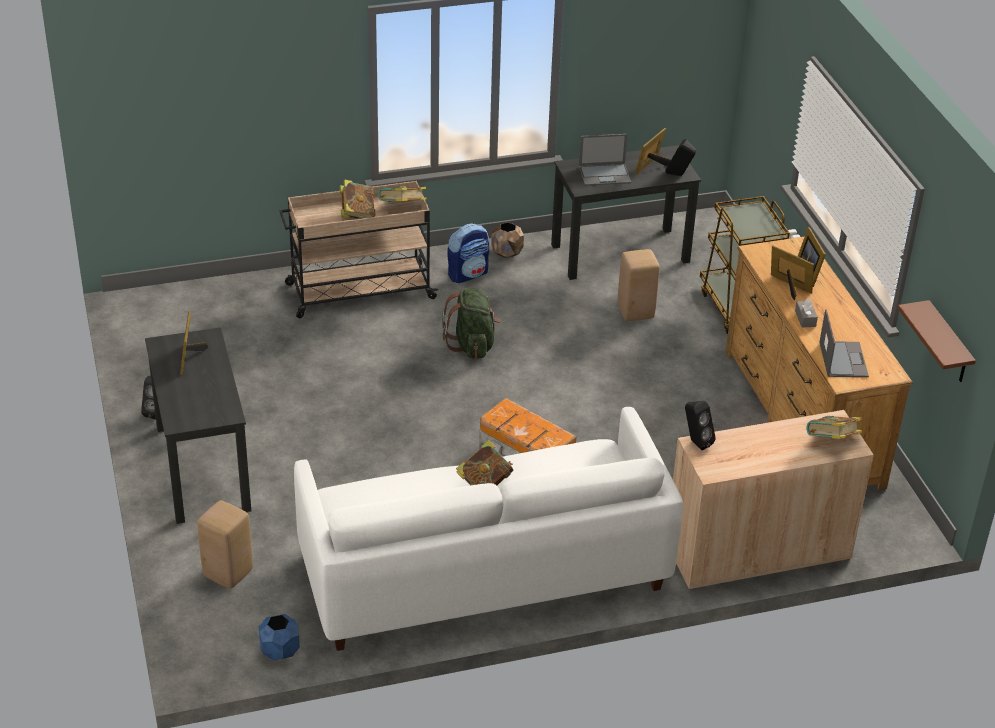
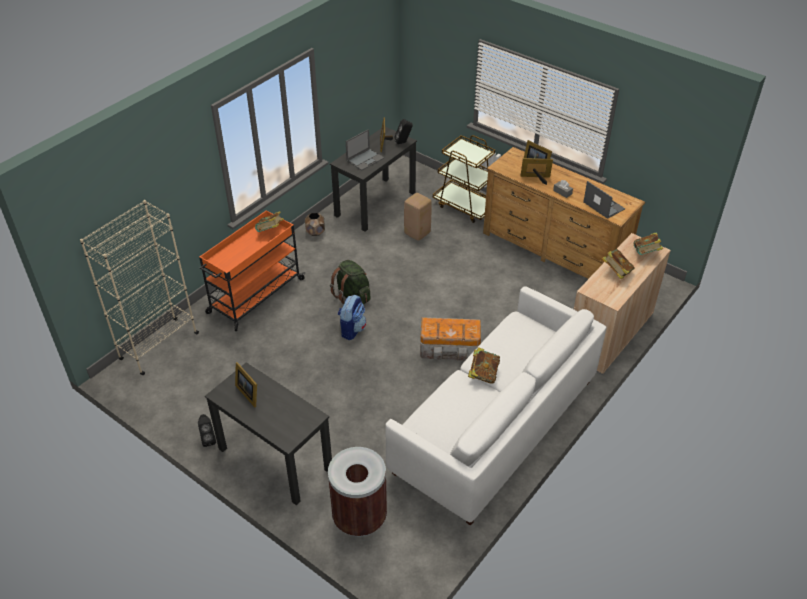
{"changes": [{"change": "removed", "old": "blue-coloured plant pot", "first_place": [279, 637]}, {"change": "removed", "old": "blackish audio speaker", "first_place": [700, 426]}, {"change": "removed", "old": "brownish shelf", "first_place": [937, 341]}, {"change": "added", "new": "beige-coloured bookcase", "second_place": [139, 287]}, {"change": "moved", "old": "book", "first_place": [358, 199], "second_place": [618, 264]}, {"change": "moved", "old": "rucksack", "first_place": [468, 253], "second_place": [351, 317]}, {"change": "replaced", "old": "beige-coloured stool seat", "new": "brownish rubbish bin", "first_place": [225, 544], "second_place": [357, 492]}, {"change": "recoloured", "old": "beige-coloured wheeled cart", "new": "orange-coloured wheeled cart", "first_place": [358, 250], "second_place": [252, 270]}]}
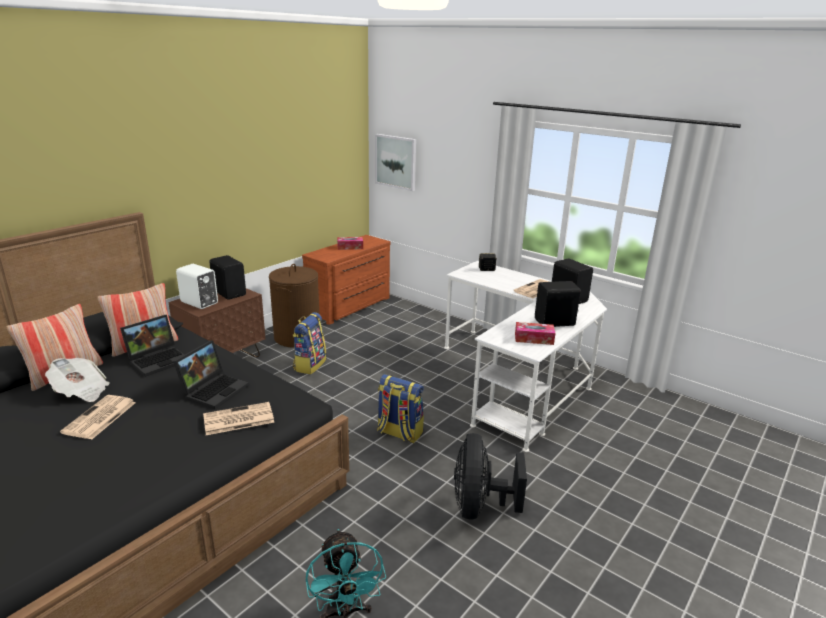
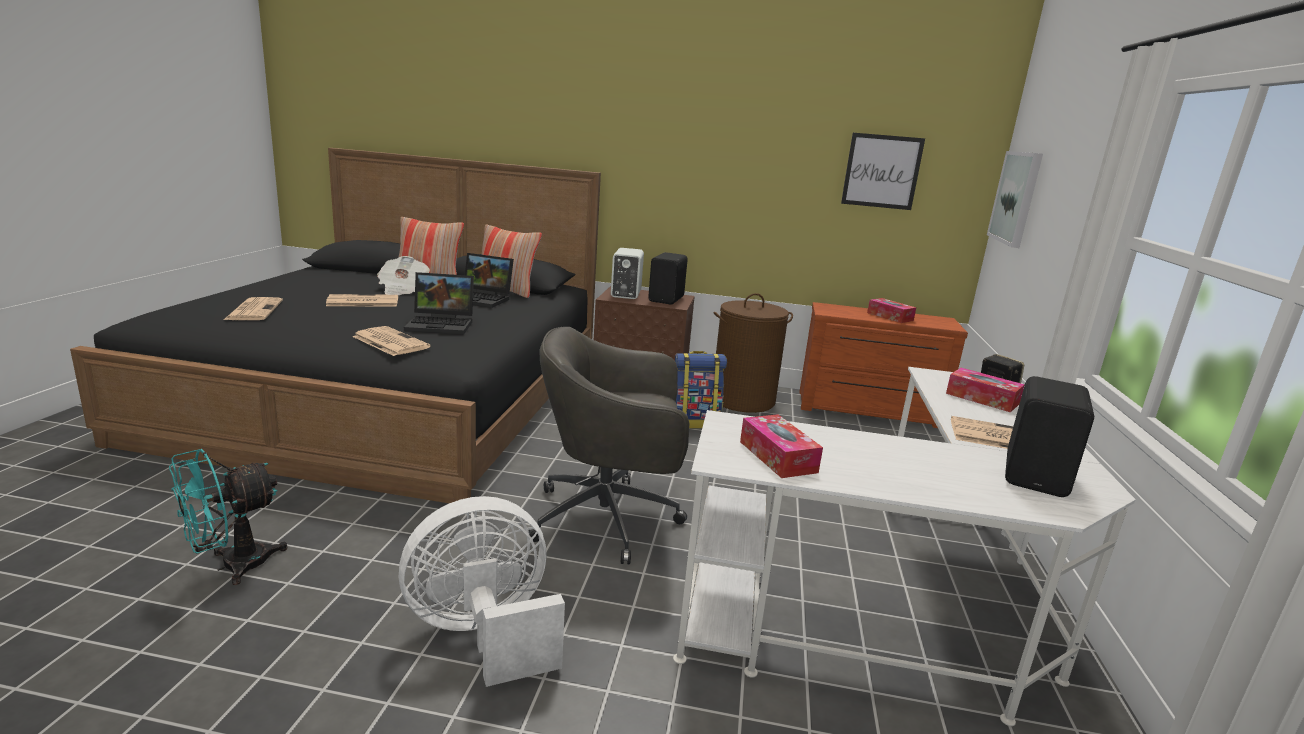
{"changes": [{"change": "removed", "old": "blackish audio speaker", "first_place": [558, 304]}, {"change": "added", "new": "newspaper", "second_place": [253, 308]}, {"change": "added", "new": "wall picture", "second_place": [883, 171]}, {"change": "added", "new": "tissue holder", "second_place": [985, 390]}, {"change": "replaced", "old": "rucksack", "new": "grey office chair", "first_place": [400, 408], "second_place": [609, 445]}, {"change": "recoloured", "old": "blackish fan", "new": "whitish fan", "first_place": [490, 476], "second_place": [482, 591]}]}
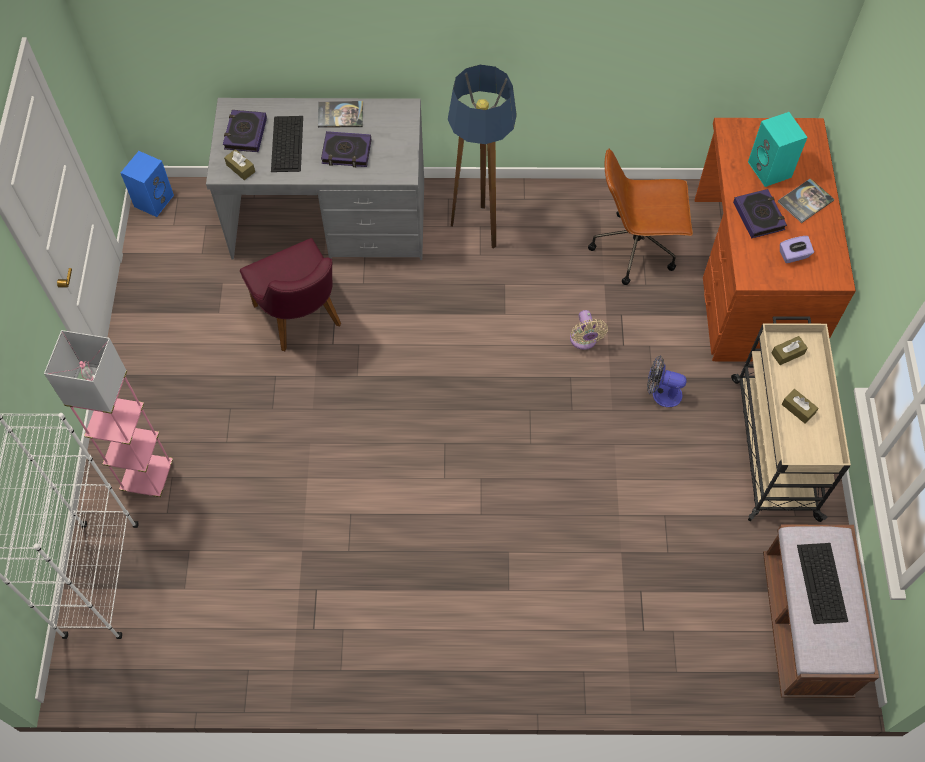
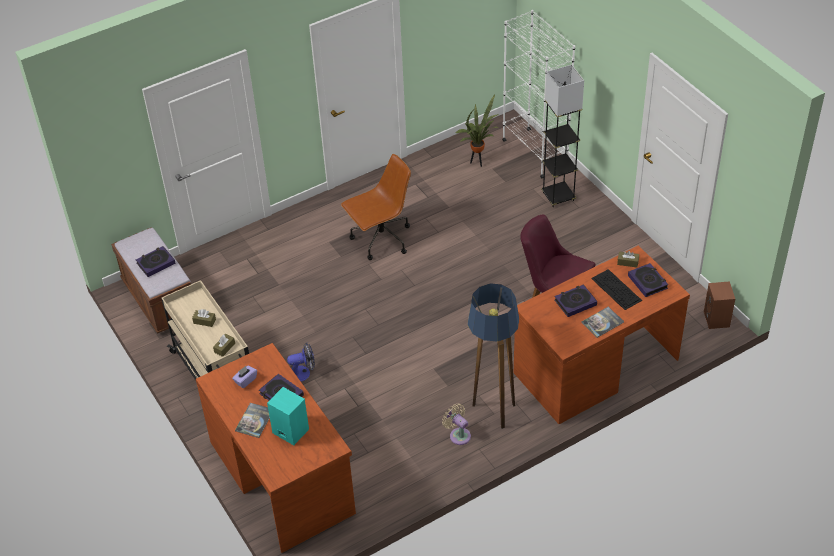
{"changes": [{"change": "added", "new": "plant in a pot", "second_place": [477, 131]}, {"change": "moved", "old": "beige-coloured fan", "first_place": [589, 330], "second_place": [456, 424]}, {"change": "moved", "old": "brownish office chair", "first_place": [640, 216], "second_place": [376, 207]}, {"change": "replaced", "old": "PC keyboard", "new": "book", "first_place": [822, 583], "second_place": [155, 261]}, {"change": "recoloured", "old": "pink-coloured standard lamp", "new": "grey standard lamp", "first_place": [108, 413], "second_place": [562, 136]}, {"change": "recoloured", "old": "blue-coloured audio speaker", "new": "brownish audio speaker", "first_place": [147, 184], "second_place": [719, 305]}, {"change": "recoloured", "old": "grey desk table", "new": "brownish desk table", "first_place": [315, 179], "second_place": [602, 335]}]}
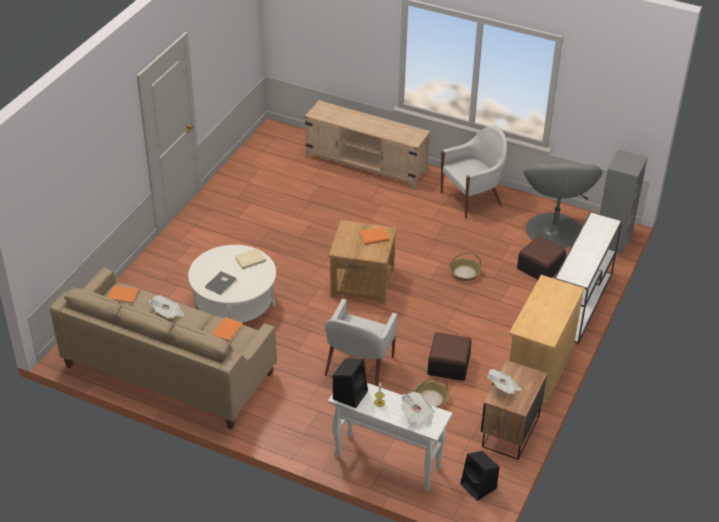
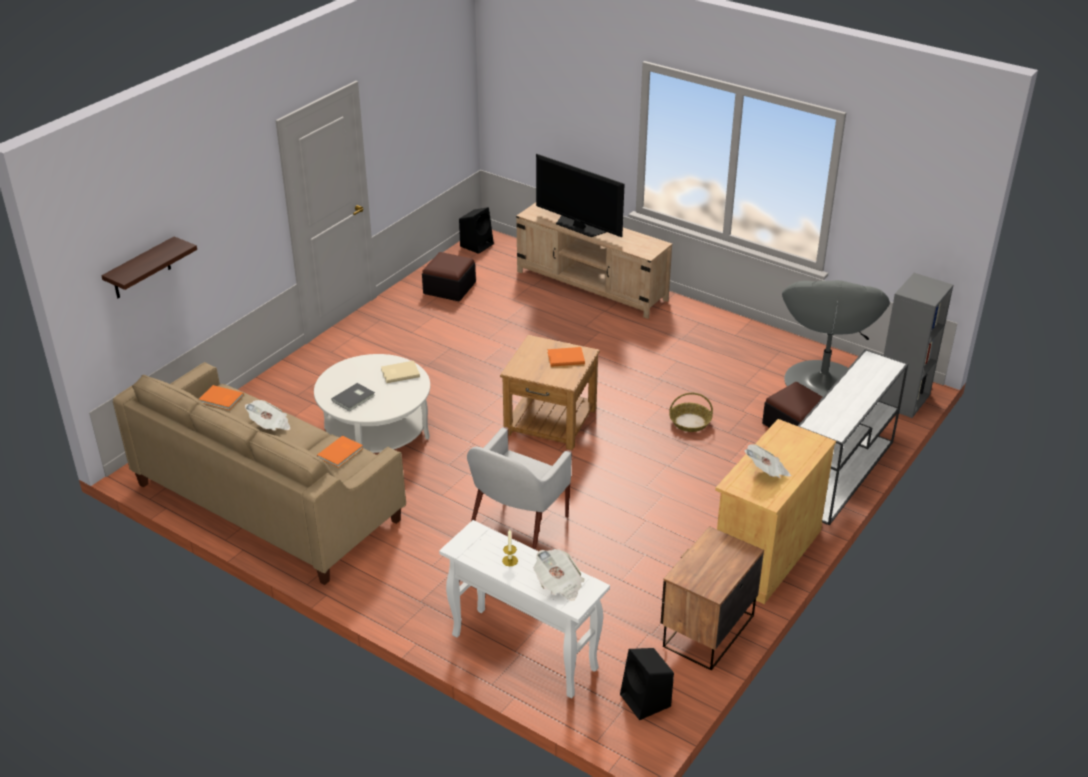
{"changes": [{"change": "removed", "old": "storage basket", "first_place": [431, 392]}, {"change": "removed", "old": "whitish lounge chair", "first_place": [474, 172]}, {"change": "added", "new": "shelf", "second_place": [149, 267]}, {"change": "added", "new": "TV", "second_place": [580, 195]}, {"change": "moved", "old": "blackish audio speaker", "first_place": [350, 383], "second_place": [476, 230]}, {"change": "moved", "old": "footrest", "first_place": [449, 356], "second_place": [449, 276]}, {"change": "moved", "old": "newspaper", "first_place": [504, 381], "second_place": [767, 461]}]}
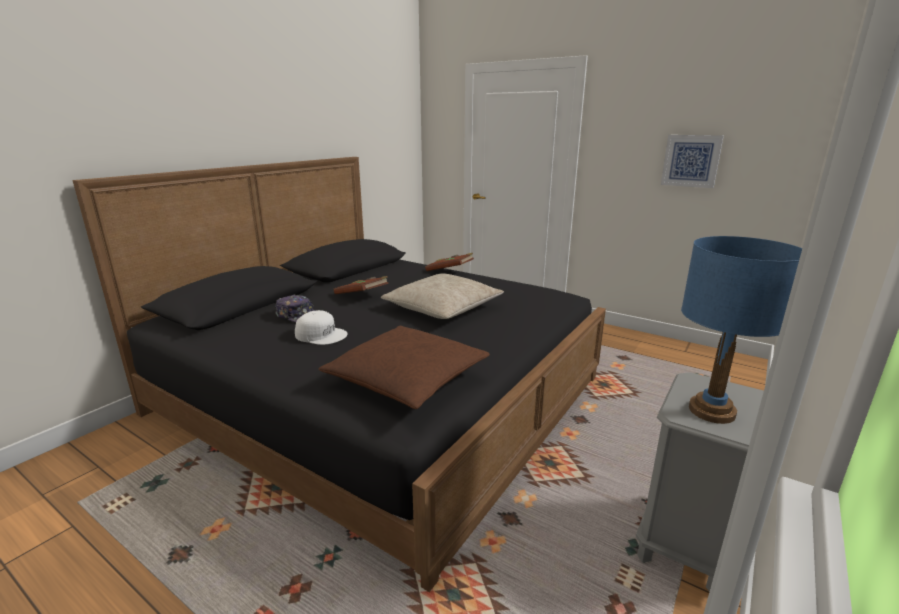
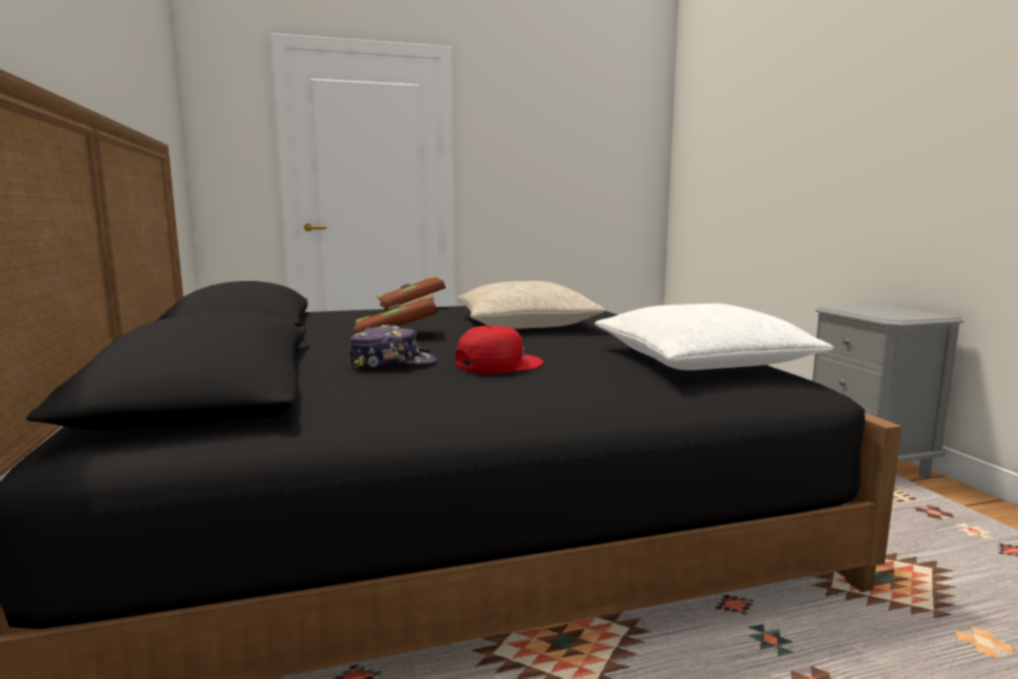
{"changes": [{"change": "removed", "old": "wall picture", "first_place": [692, 161]}, {"change": "removed", "old": "blue-coloured table lamp", "first_place": [741, 330]}, {"change": "recoloured", "old": "whitish cap", "new": "red cap", "first_place": [321, 327], "second_place": [499, 350]}, {"change": "recoloured", "old": "brownish throw pillow", "new": "whitish throw pillow", "first_place": [404, 367], "second_place": [714, 336]}]}
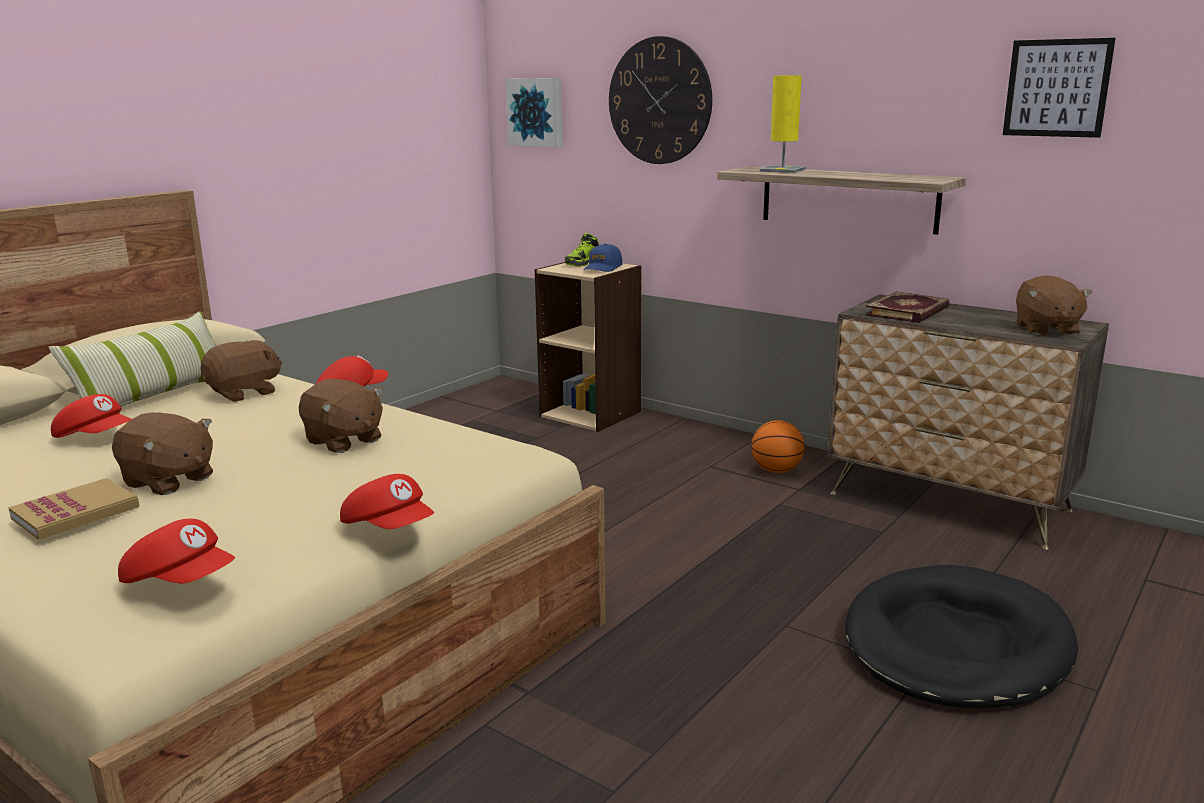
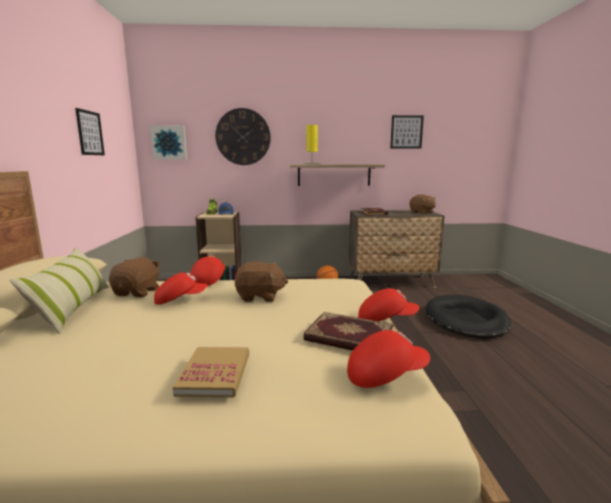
{"changes": [{"change": "removed", "old": "brownish cuddly toy", "first_place": [162, 453]}, {"change": "added", "new": "wall picture", "second_place": [90, 131]}, {"change": "added", "new": "book", "second_place": [348, 331]}, {"change": "moved", "old": "red cap", "first_place": [91, 416], "second_place": [181, 289]}]}
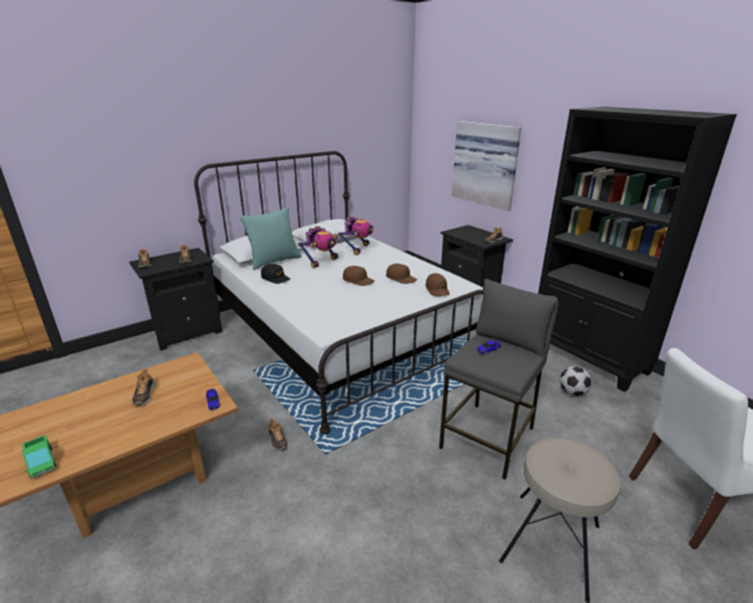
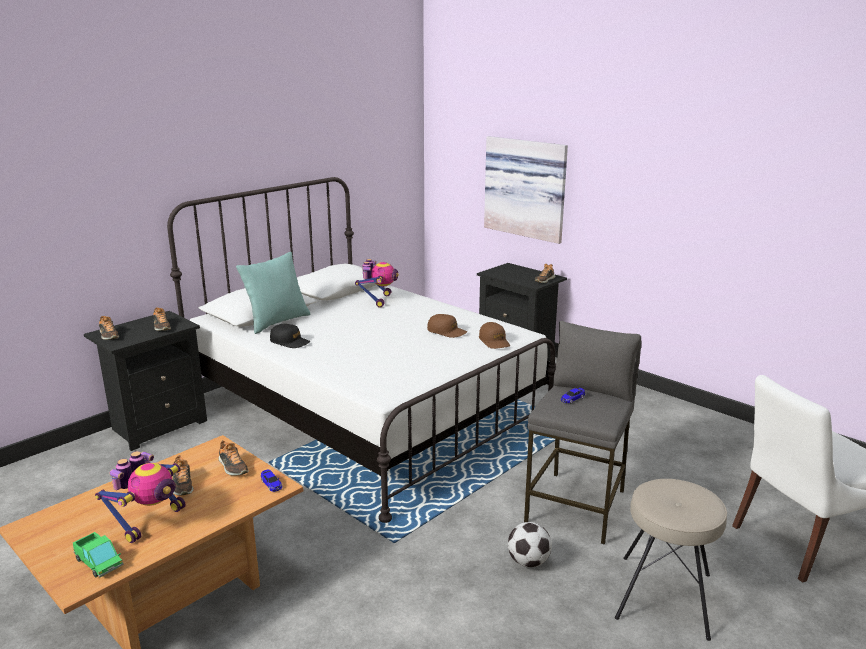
{"changes": [{"change": "removed", "old": "brownish cap", "first_place": [359, 276]}, {"change": "removed", "old": "blackish bookcase", "first_place": [637, 249]}, {"change": "moved", "old": "item of footwear", "first_place": [278, 434], "second_place": [234, 458]}, {"change": "moved", "old": "robot figure", "first_place": [318, 247], "second_place": [140, 497]}, {"change": "moved", "old": "ball for football", "first_place": [576, 381], "second_place": [530, 544]}]}
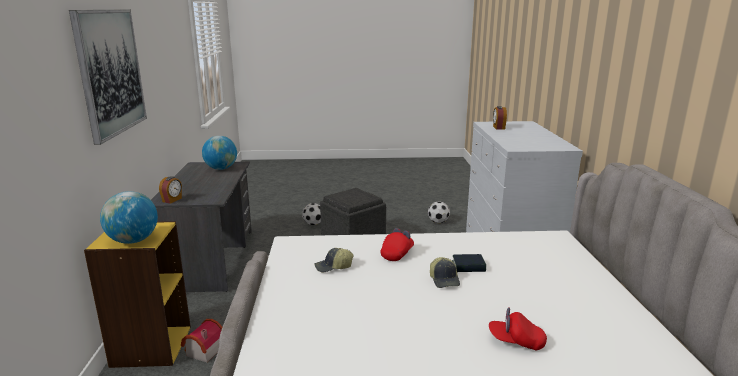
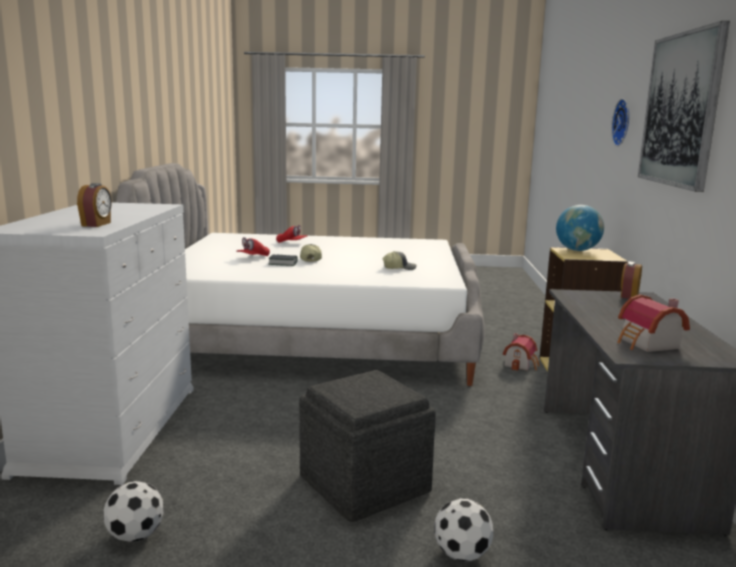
{"changes": [{"change": "added", "new": "hanging clock", "second_place": [620, 122]}, {"change": "moved", "old": "red cap", "first_place": [397, 244], "second_place": [253, 246]}, {"change": "replaced", "old": "globe", "new": "toy house", "first_place": [219, 153], "second_place": [653, 323]}]}
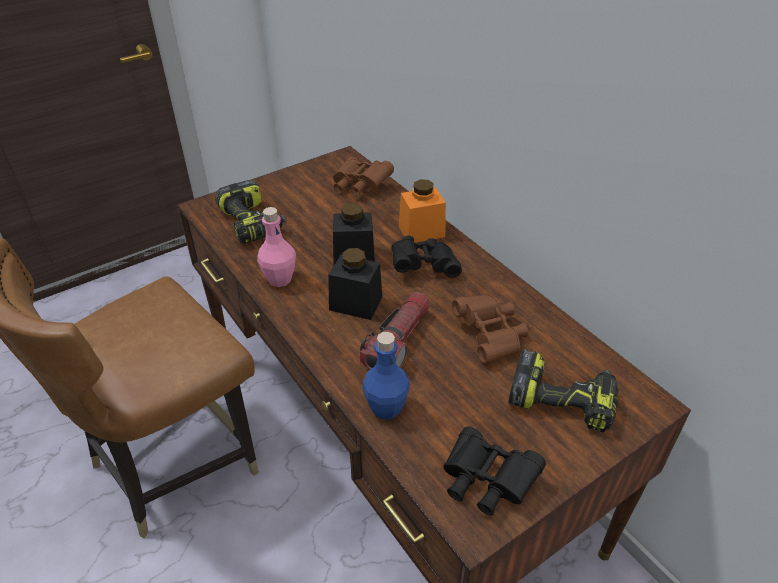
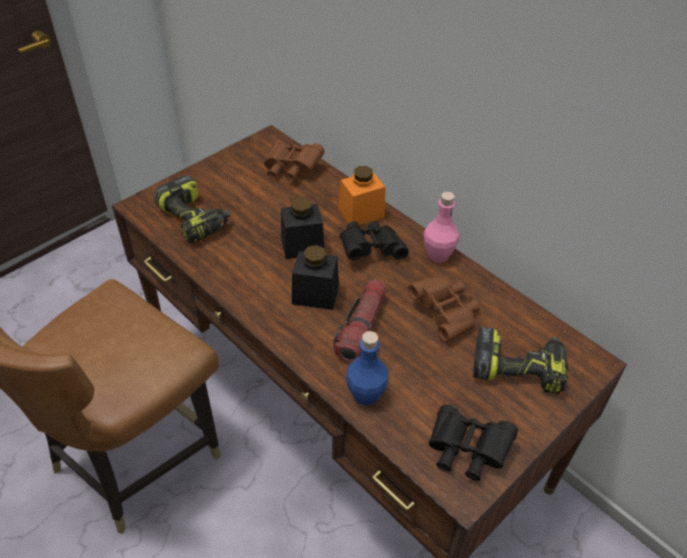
{"changes": [{"change": "moved", "old": "pink-coloured beverage bottle", "first_place": [276, 247], "second_place": [441, 227]}]}
